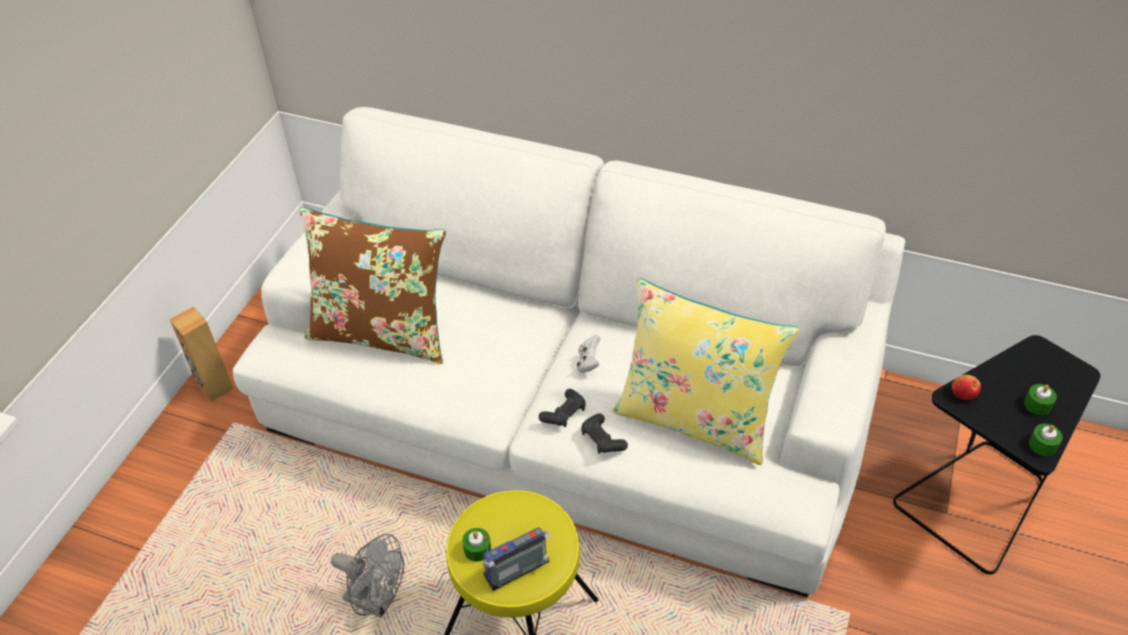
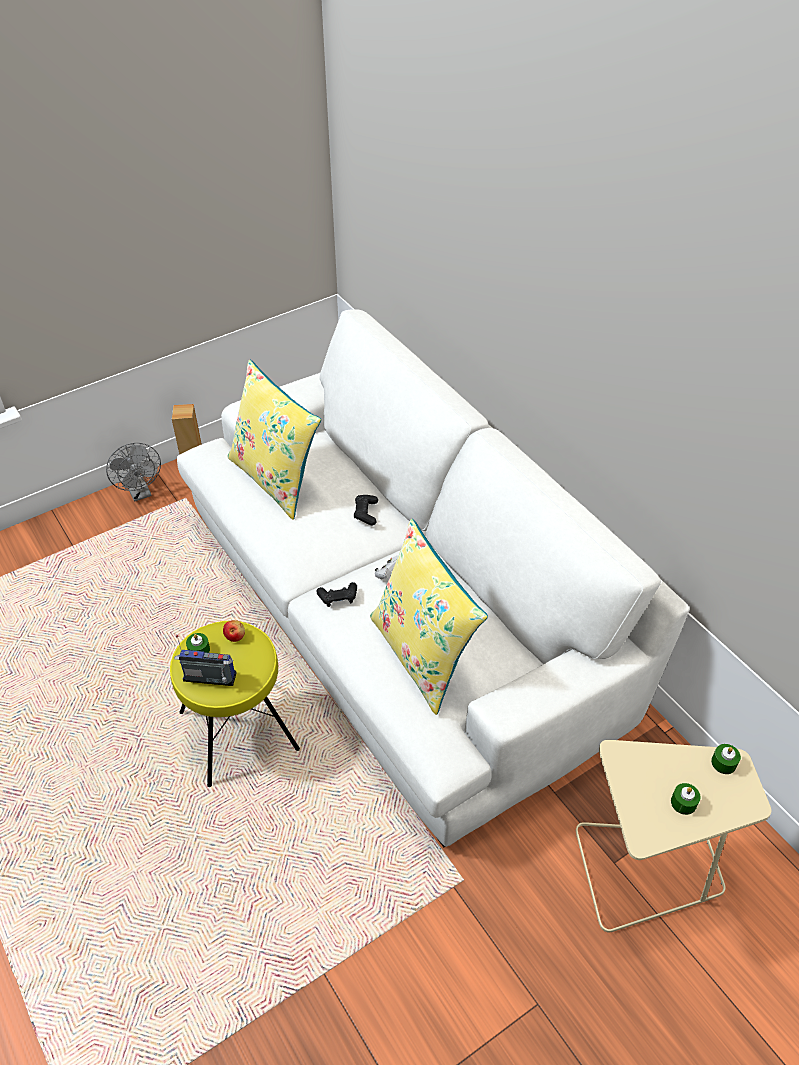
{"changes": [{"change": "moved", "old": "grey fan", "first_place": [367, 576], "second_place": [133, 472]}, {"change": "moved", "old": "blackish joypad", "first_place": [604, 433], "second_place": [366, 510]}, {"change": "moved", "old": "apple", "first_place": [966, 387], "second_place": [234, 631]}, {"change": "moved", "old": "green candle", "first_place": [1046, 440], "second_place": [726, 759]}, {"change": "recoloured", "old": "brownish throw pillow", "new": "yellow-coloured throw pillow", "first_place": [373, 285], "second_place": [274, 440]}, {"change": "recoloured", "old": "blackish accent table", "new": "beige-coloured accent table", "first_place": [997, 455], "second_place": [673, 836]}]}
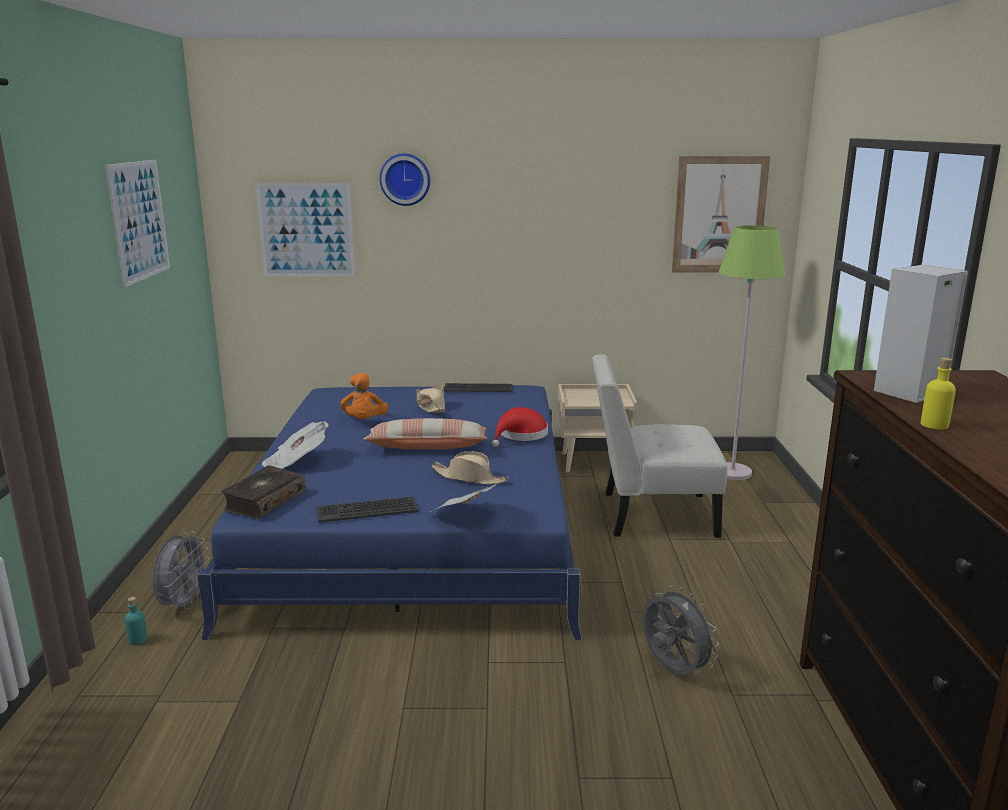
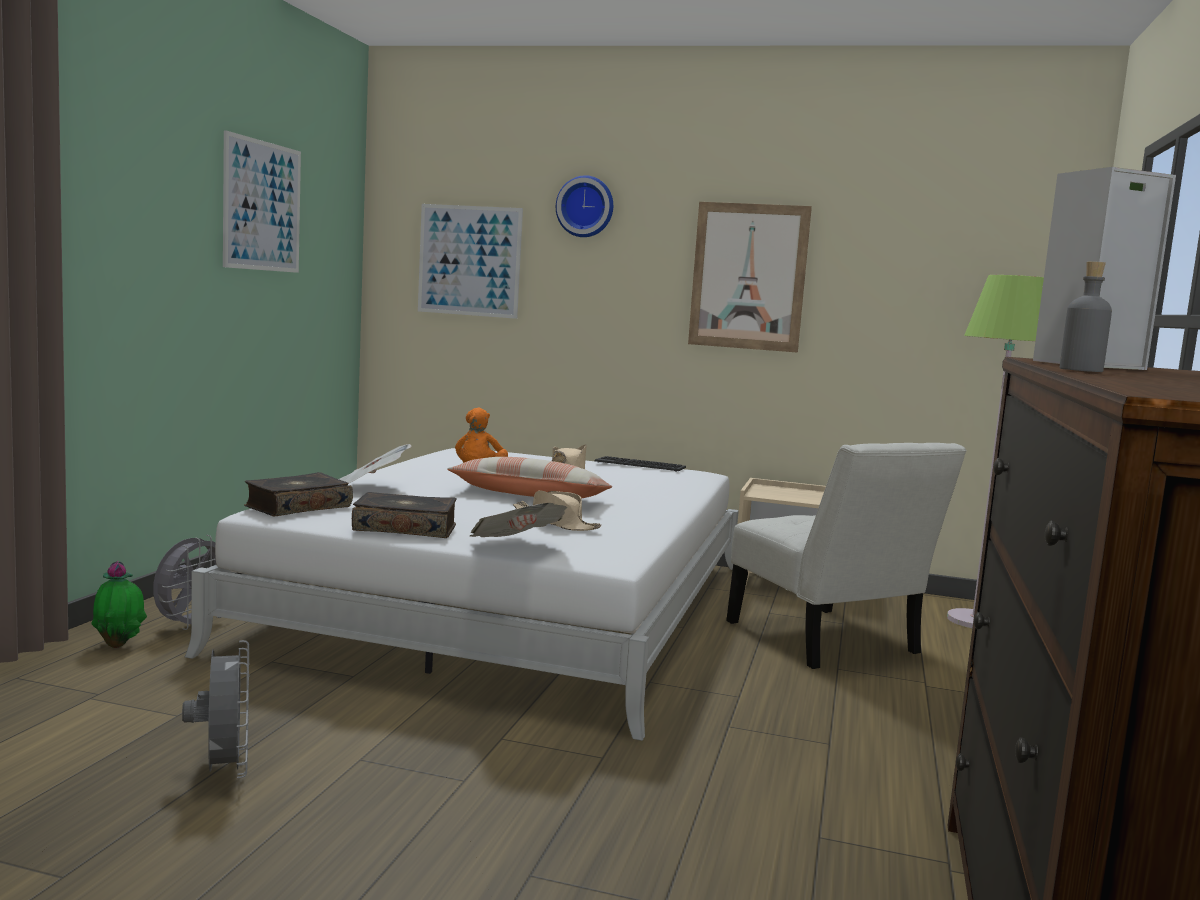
{"changes": [{"change": "removed", "old": "red hat", "first_place": [520, 427]}, {"change": "moved", "old": "grey fan", "first_place": [680, 630], "second_place": [215, 709]}, {"change": "moved", "old": "wall picture", "first_place": [721, 214], "second_place": [750, 277]}, {"change": "replaced", "old": "turquoise beverage bottle", "new": "plant in a pot", "first_place": [136, 621], "second_place": [119, 604]}, {"change": "replaced", "old": "PC keyboard", "new": "book", "first_place": [368, 509], "second_place": [404, 515]}, {"change": "recoloured", "old": "blue-coloured sleeping bed", "new": "whitish sleeping bed", "first_place": [389, 512], "second_place": [462, 594]}, {"change": "recoloured", "old": "yellow-coloured beverage bottle", "new": "grey beverage bottle", "first_place": [938, 394], "second_place": [1086, 317]}, {"change": "turned", "old": "whitish upright chair", "first_place": [660, 446], "second_place": [846, 556], "degrees": -135}]}
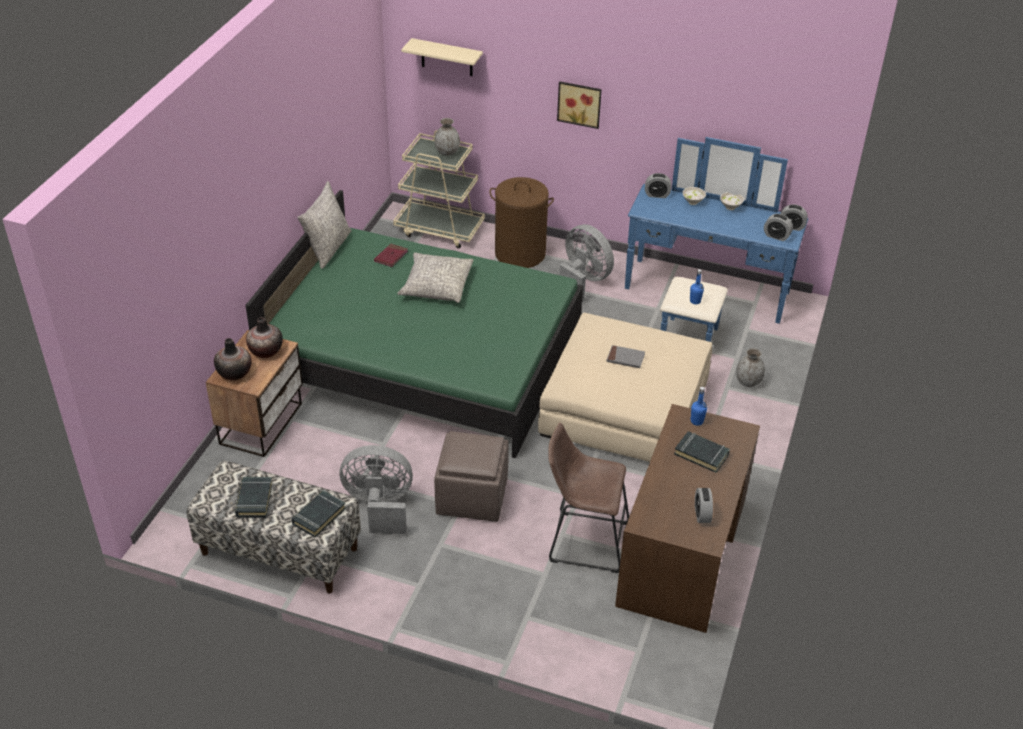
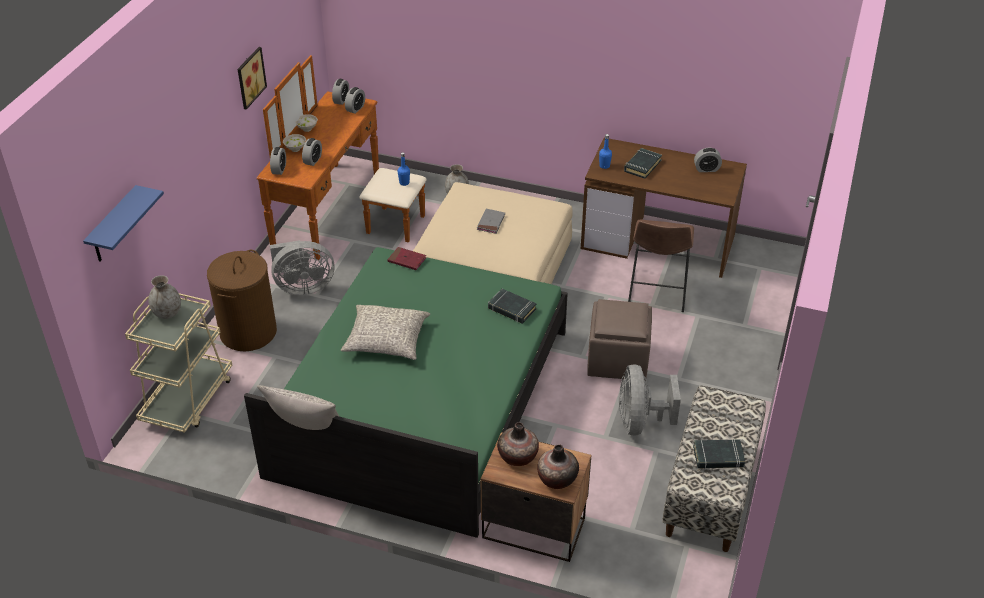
{"changes": [{"change": "added", "new": "alarm clock", "second_place": [312, 152]}, {"change": "moved", "old": "blackish book", "first_place": [319, 513], "second_place": [512, 306]}, {"change": "moved", "old": "red book", "first_place": [391, 255], "second_place": [406, 258]}, {"change": "moved", "old": "wall picture", "first_place": [579, 105], "second_place": [252, 78]}, {"change": "recoloured", "old": "beige-coloured shelf", "new": "blue-coloured shelf", "first_place": [442, 57], "second_place": [123, 223]}, {"change": "recoloured", "old": "blue-coloured drawer chest", "new": "brownish drawer chest", "first_place": [716, 239], "second_place": [342, 157]}, {"change": "turned", "old": "grey fan", "first_place": [587, 263], "second_place": [302, 267], "degrees": -150}]}
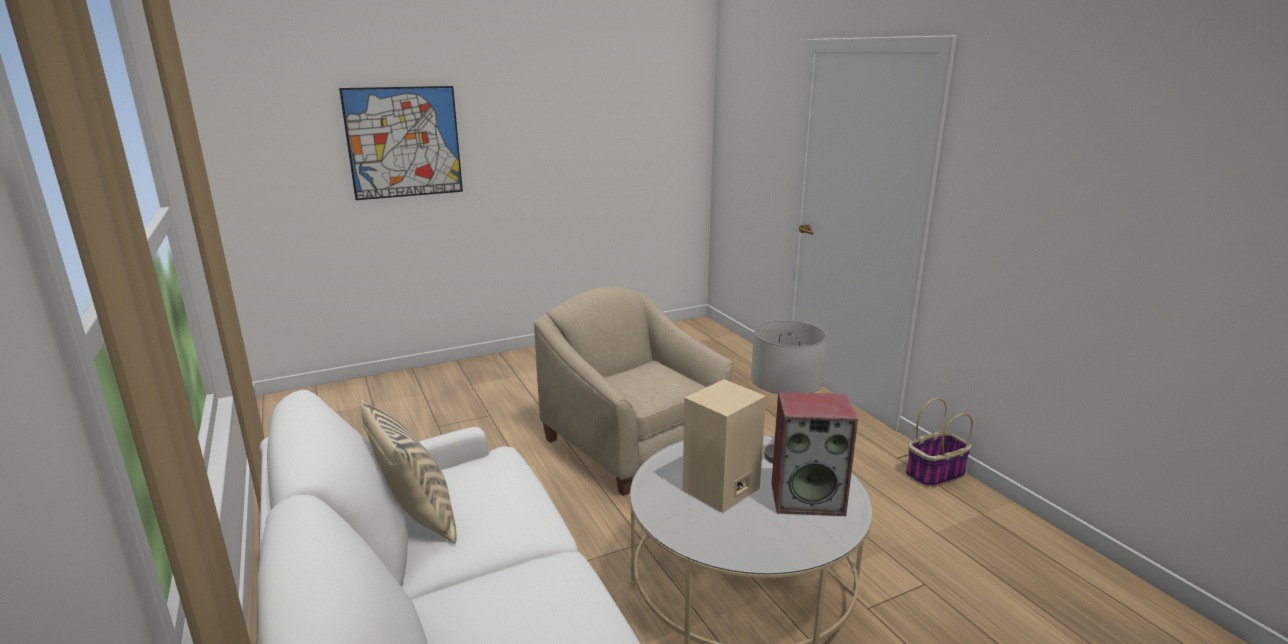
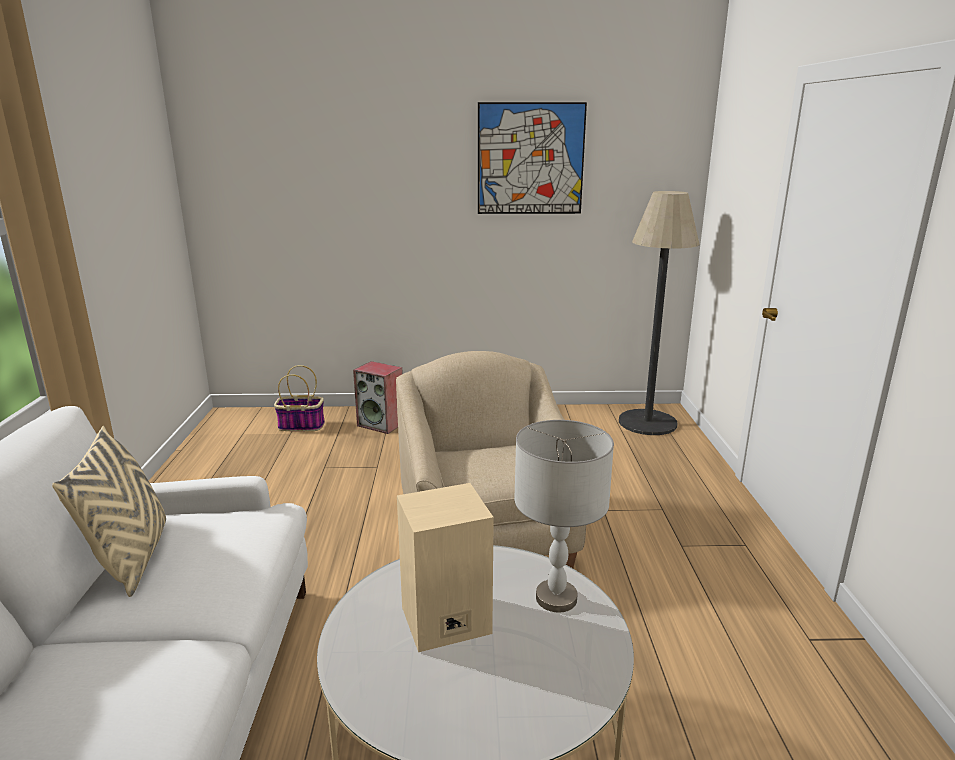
{"changes": [{"change": "added", "new": "standard lamp", "second_place": [659, 313]}, {"change": "moved", "old": "wall picture", "first_place": [401, 143], "second_place": [532, 158]}, {"change": "moved", "old": "audio speaker", "first_place": [814, 454], "second_place": [378, 397]}, {"change": "moved", "old": "storage basket", "first_place": [939, 442], "second_place": [299, 398]}]}
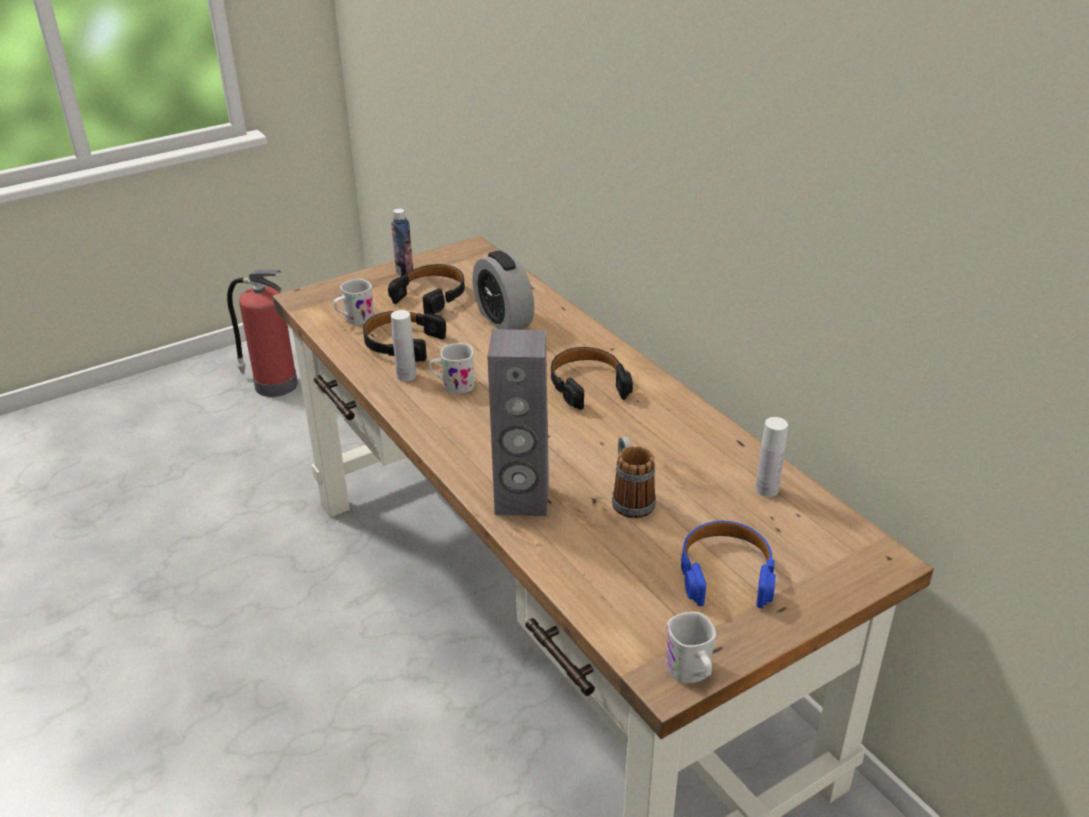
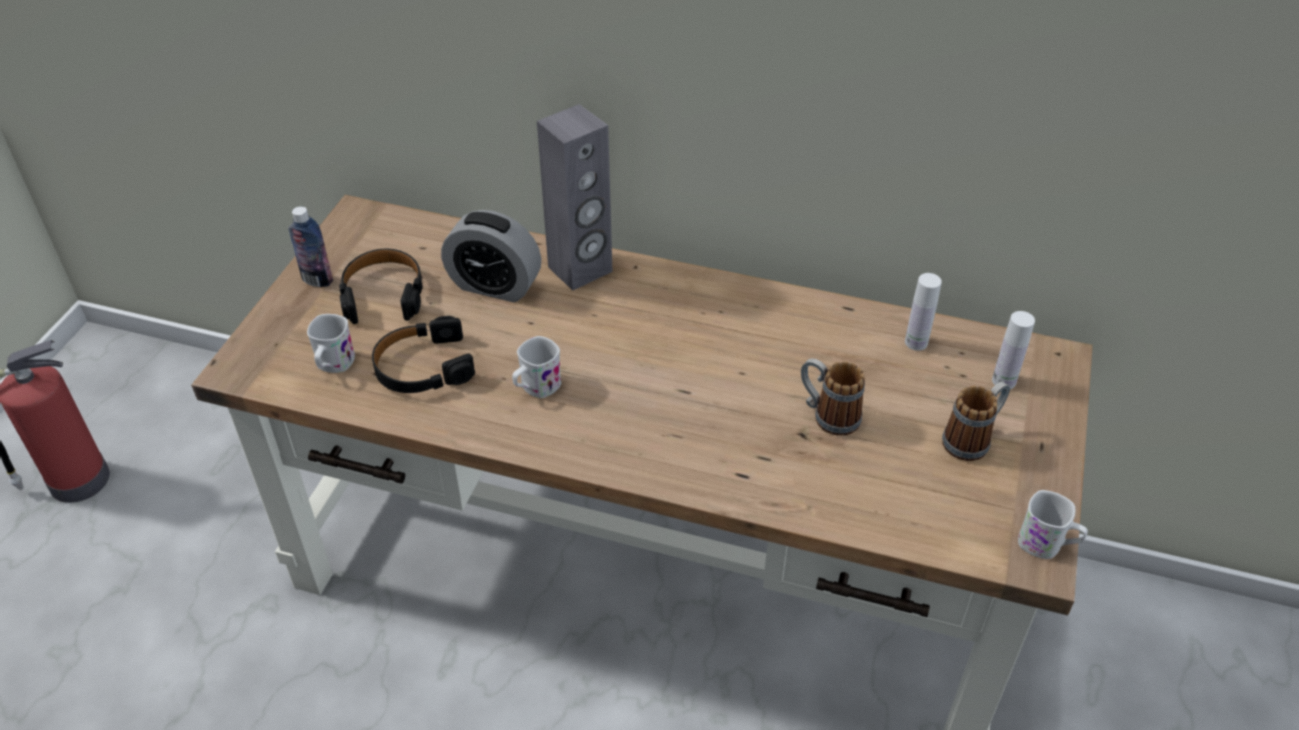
{"changes": [{"change": "removed", "old": "blackish headphones", "first_place": [592, 378]}, {"change": "moved", "old": "whitish beverage bottle", "first_place": [403, 345], "second_place": [1013, 350]}, {"change": "moved", "old": "grey audio speaker", "first_place": [518, 422], "second_place": [574, 197]}, {"change": "replaced", "old": "blue-coloured headphones", "new": "coffee mug", "first_place": [728, 564], "second_place": [976, 421]}]}
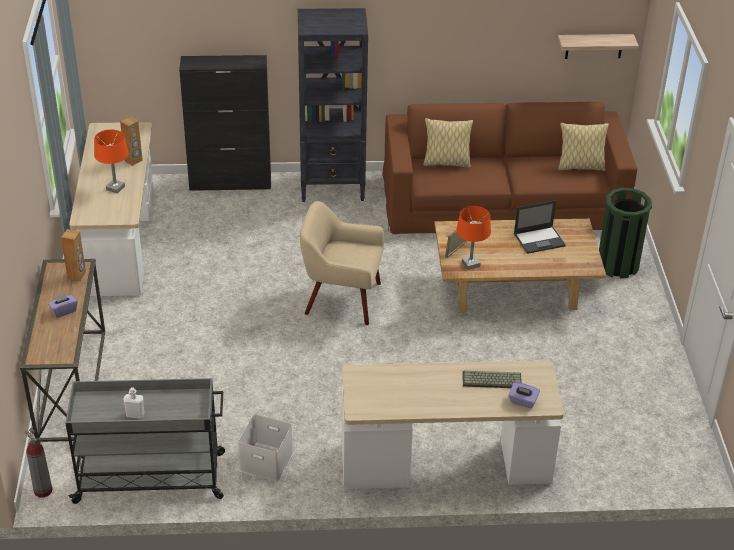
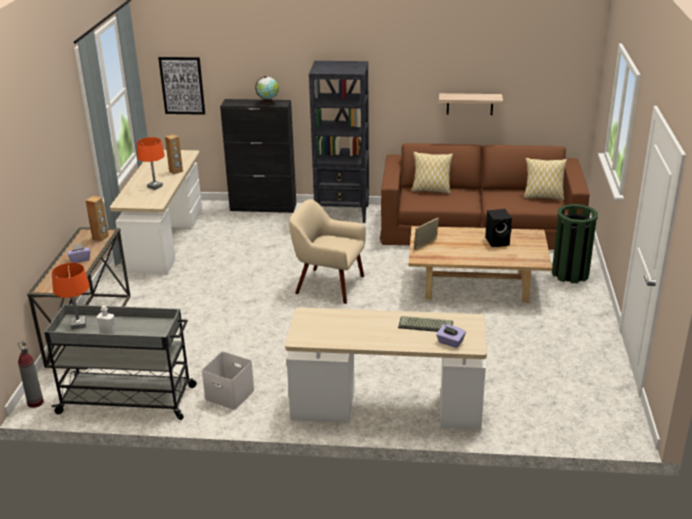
{"changes": [{"change": "added", "new": "wall picture", "second_place": [181, 86]}, {"change": "added", "new": "globe", "second_place": [267, 91]}, {"change": "moved", "old": "orange-coloured table lamp", "first_place": [473, 238], "second_place": [71, 296]}, {"change": "moved", "old": "shelf", "first_place": [598, 46], "second_place": [471, 104]}, {"change": "replaced", "old": "portable computer", "new": "blackish audio speaker", "first_place": [540, 227], "second_place": [498, 228]}]}
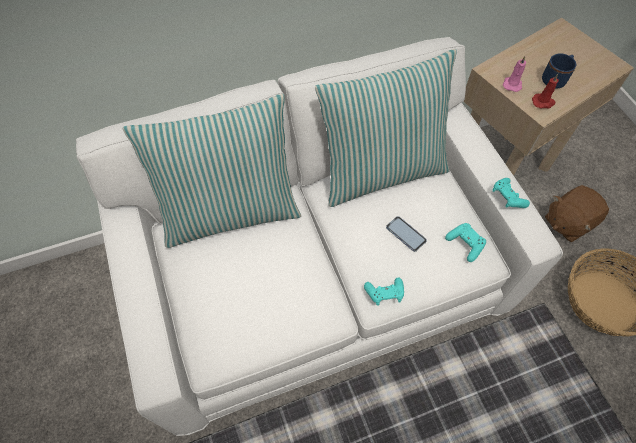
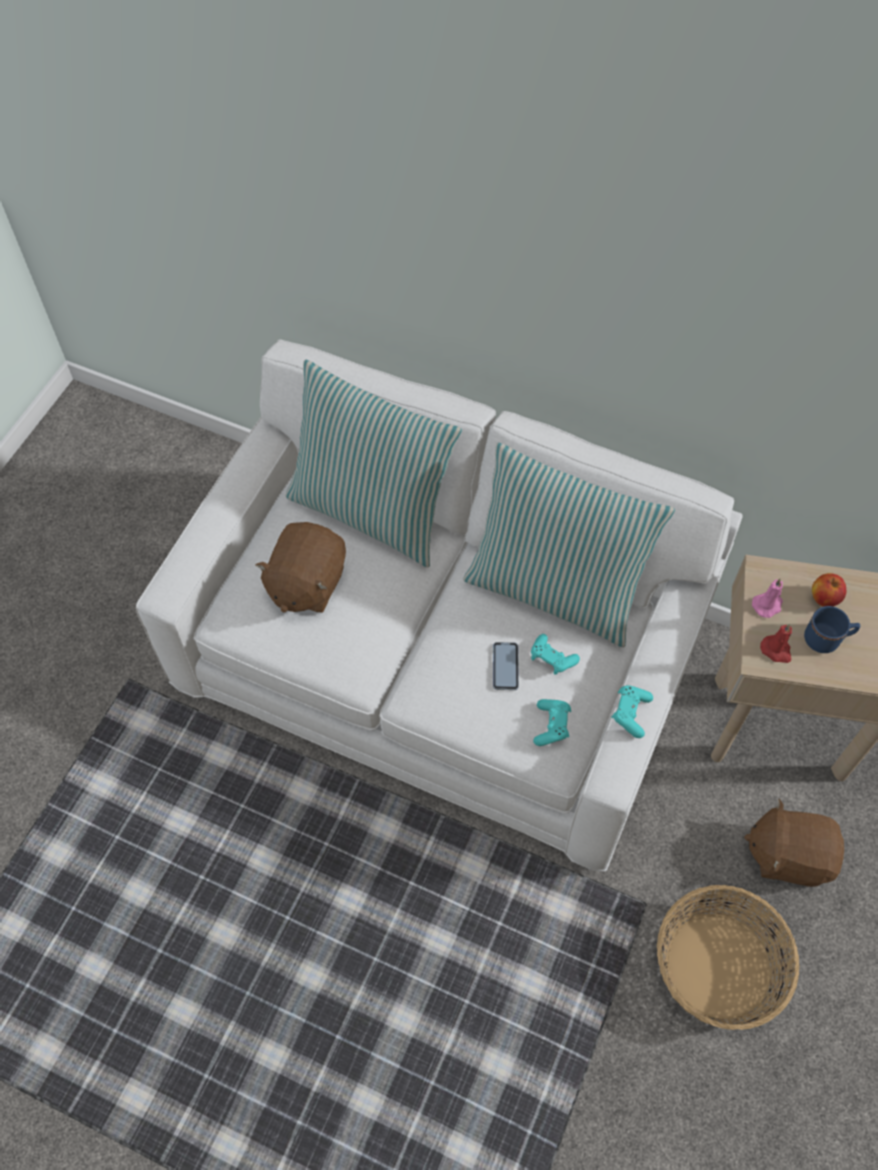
{"changes": [{"change": "added", "new": "brownish cuddly toy", "second_place": [300, 567]}, {"change": "added", "new": "apple", "second_place": [829, 590]}, {"change": "moved", "old": "turquoise joypad", "first_place": [384, 291], "second_place": [555, 654]}]}
